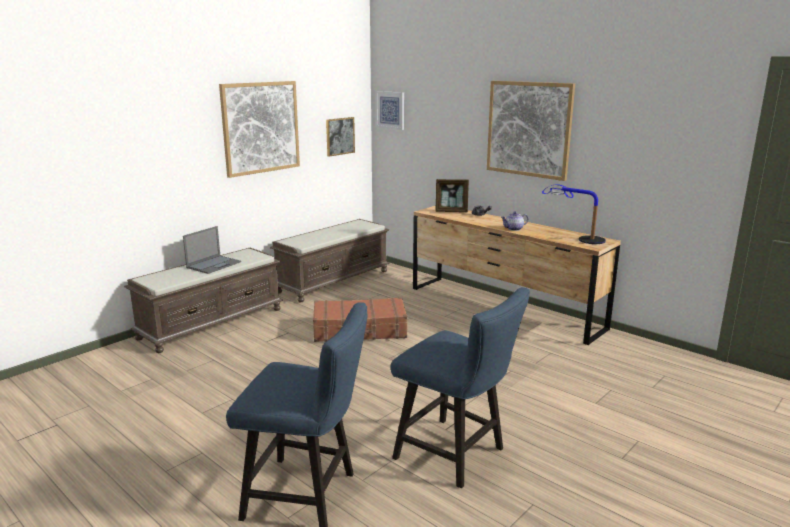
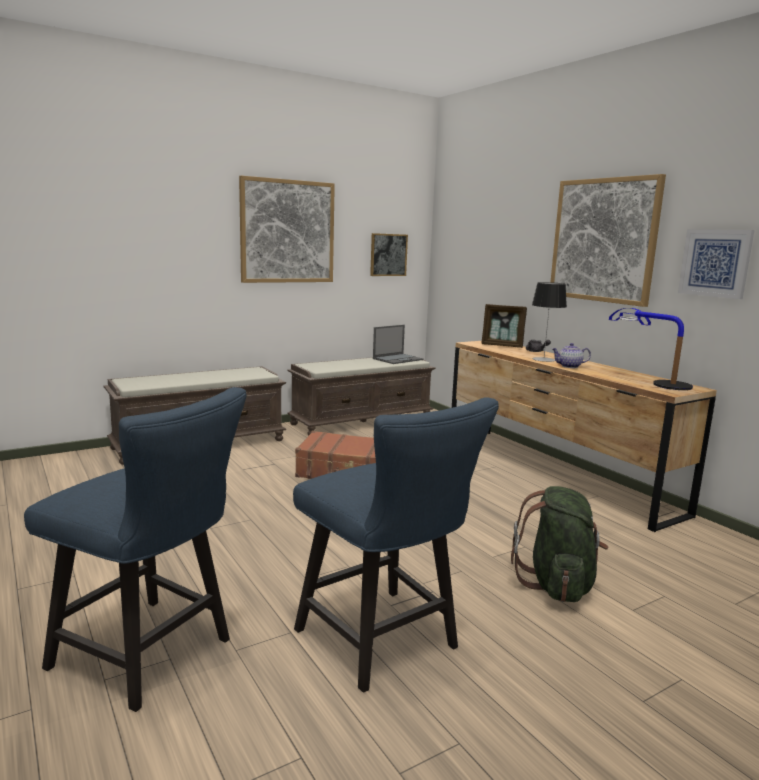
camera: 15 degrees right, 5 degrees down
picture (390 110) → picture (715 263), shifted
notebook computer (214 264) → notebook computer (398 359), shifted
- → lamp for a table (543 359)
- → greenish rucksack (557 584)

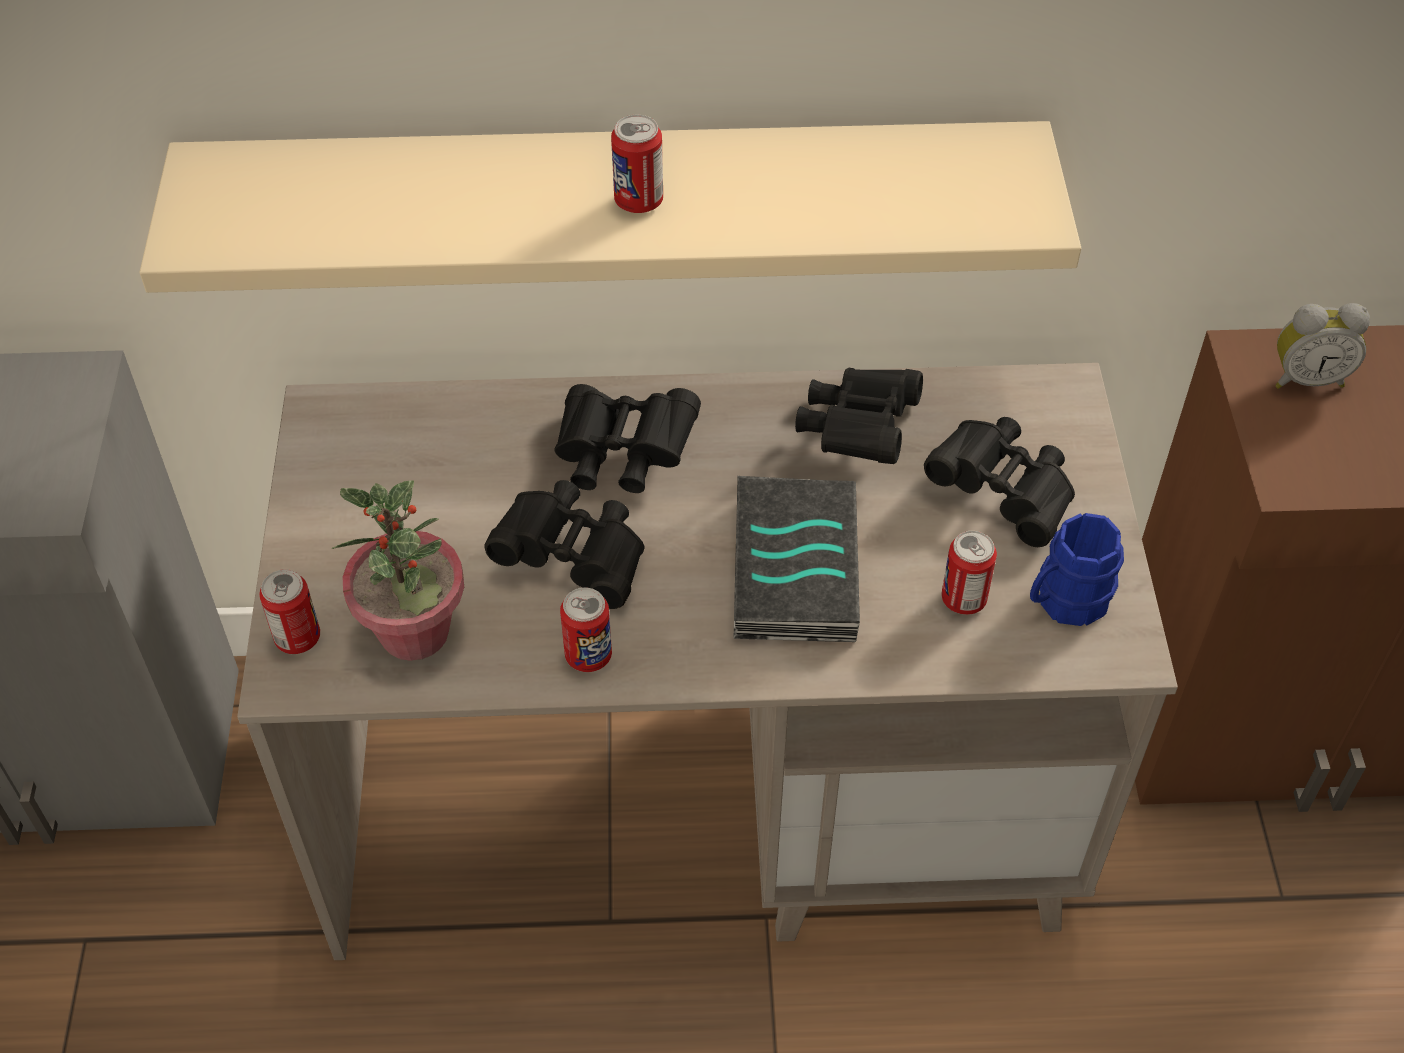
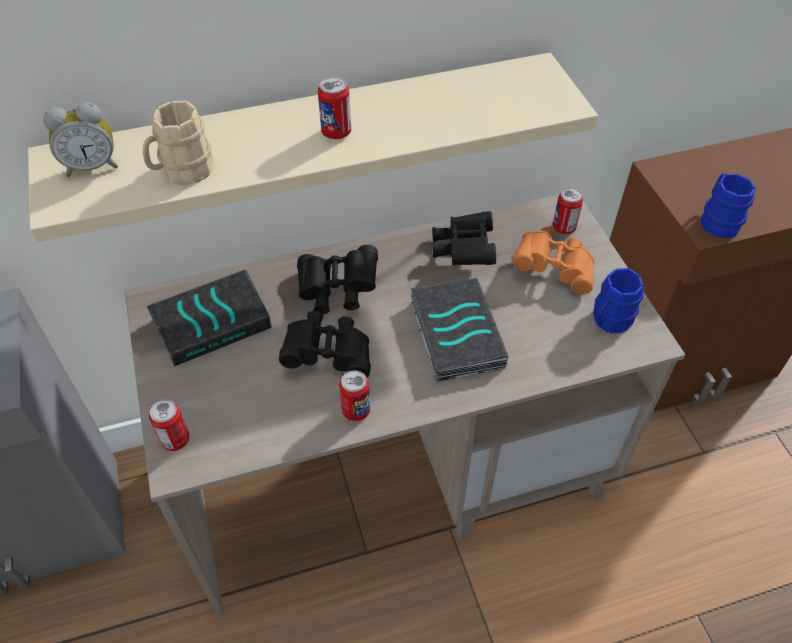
camera: 15 degrees left, 0 degrees up
bedside clock (1306 378) → bedside clock (92 166), shifted
blackish pair of binoculars (1003 493) → orange-coloured pair of binoculars (554 269)
houseplant (415 633) → -
metal can (963 599) → metal can (563 228), shifted
- → beige mug (182 172)
- → blue mug (718 220)
- → book (212 321)

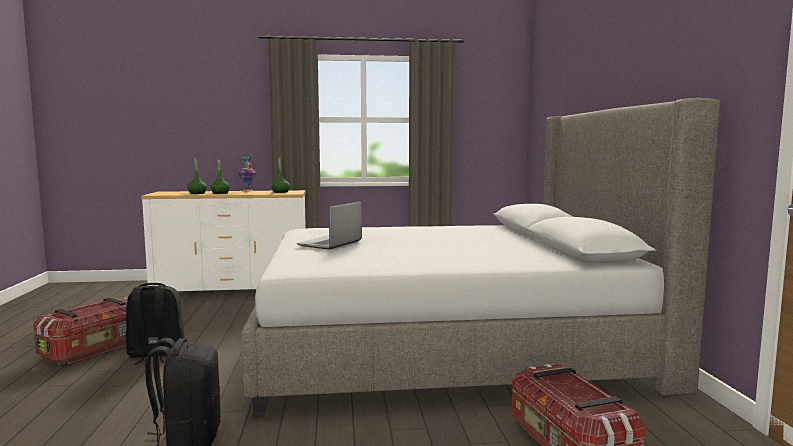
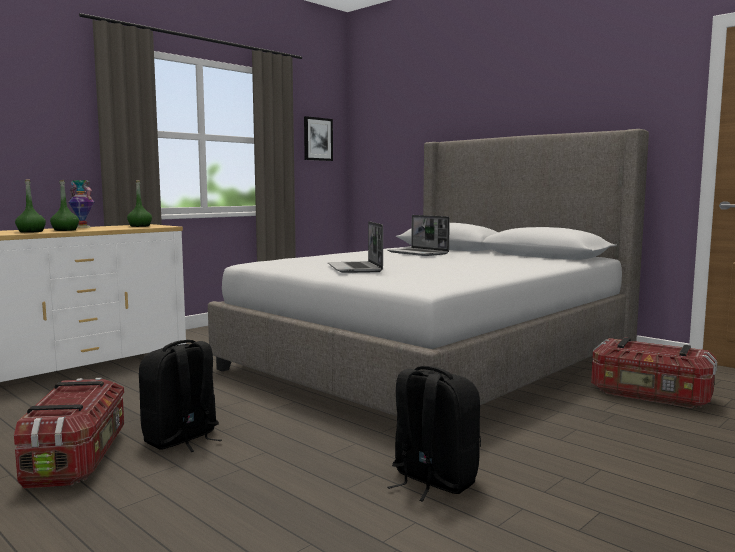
camera: 40 degrees left, 0 degrees up
- → picture (317 139)
- → notebook computer (418 253)

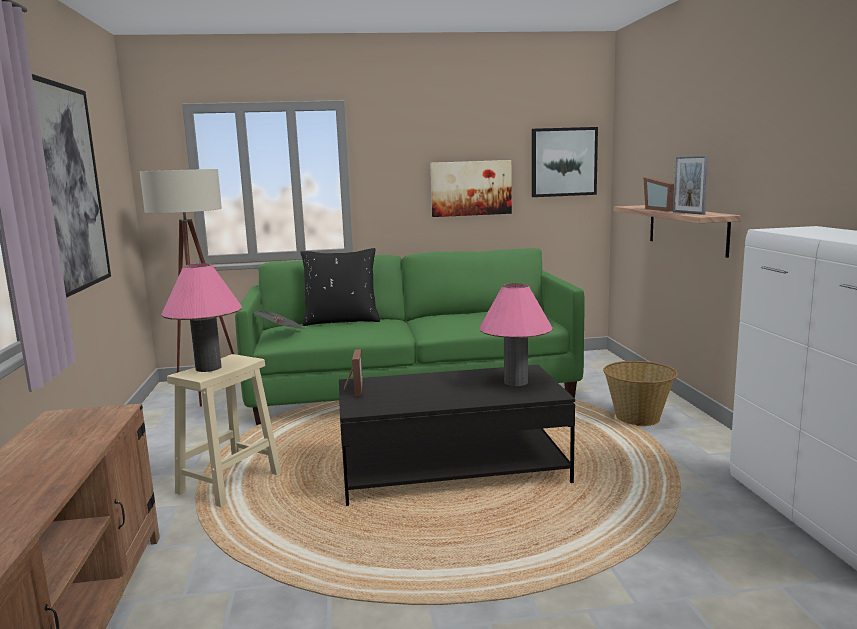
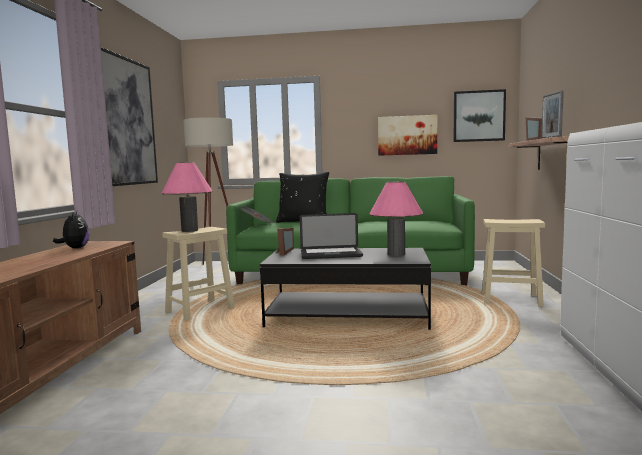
camera: 15 degrees right, 5 degrees down
storage basket (638 418) → beige sitting stool (509 299)
- → cuddly toy (75 248)
- → notebook computer (331 254)

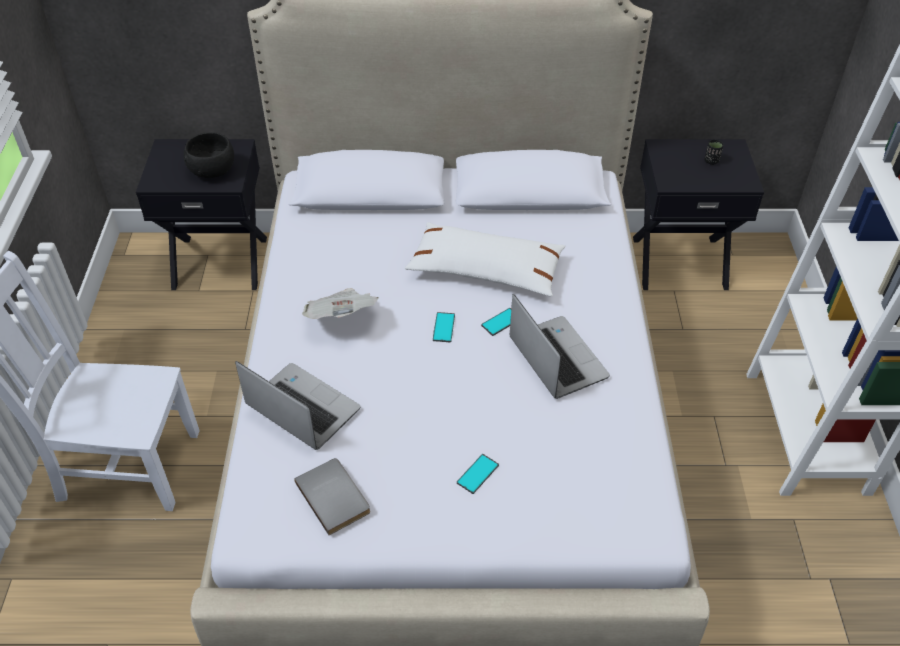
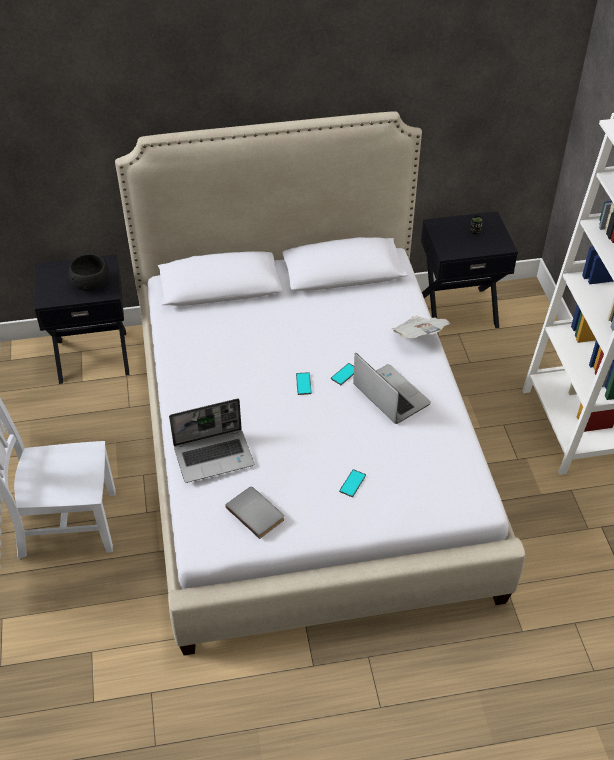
camera: 10 degrees left, 0 degrees up
white cushion (485 270) → -
daily paper (342 318) → daily paper (419 337), shifted
notebook computer (301 408) → notebook computer (214 456), 135 degrees clockwise

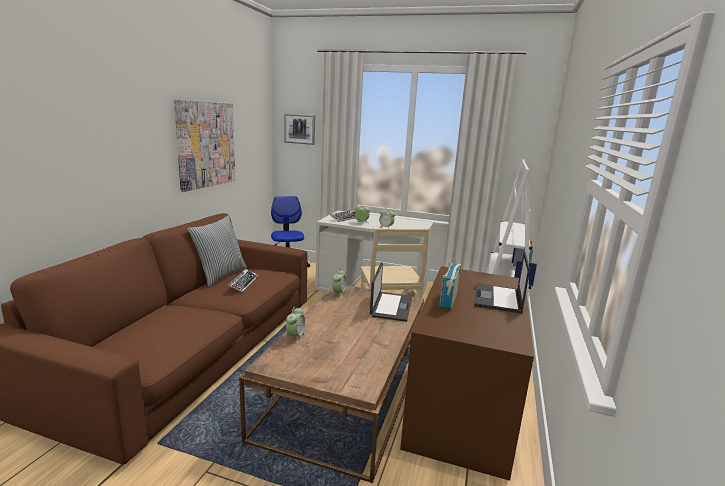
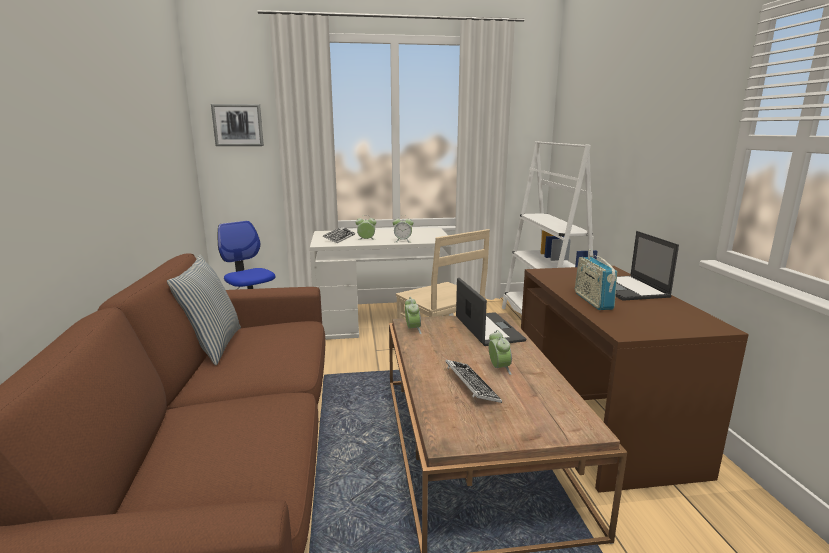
camera: 25 degrees left, 0 degrees up
picture (206 144) → -
computer keyboard (243 283) → computer keyboard (471 385), shifted
bedside clock (295 337) → bedside clock (499 368), shifted

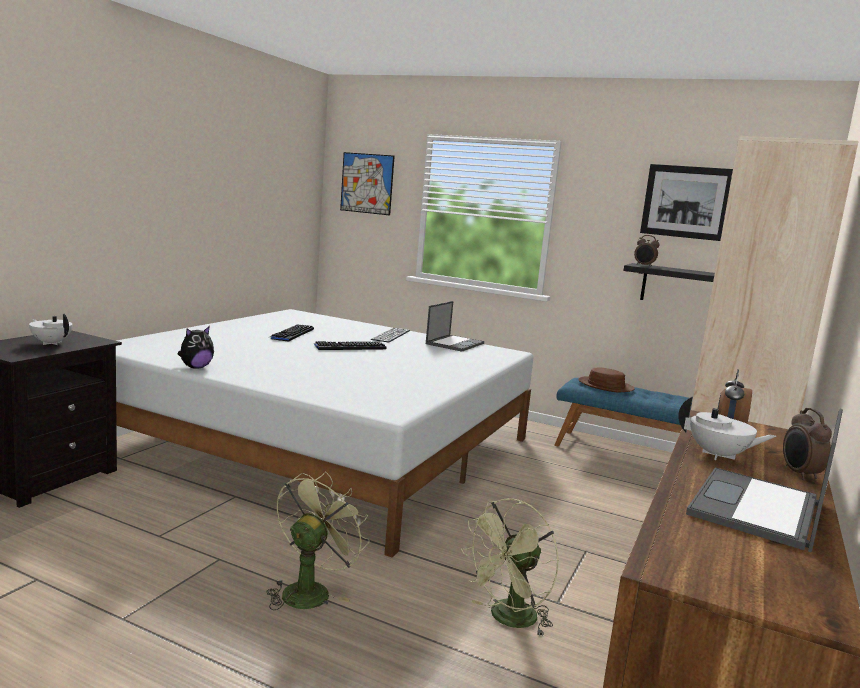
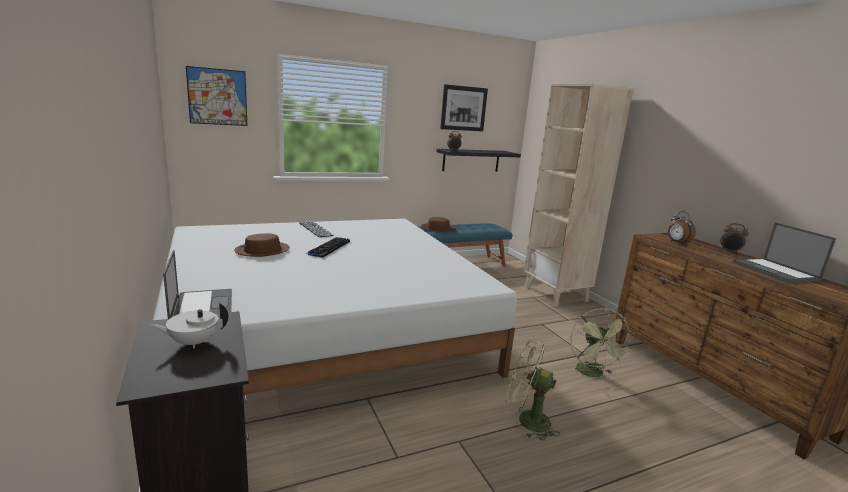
camera: 50 degrees left, 5 degrees up
notebook computer (455 343) → notebook computer (202 306), shifted
computer keyboard (291 334) → brownish clothing hat (262 250)
cuddly toy (195 367) → -
white pot for tea (718 455) → -
greenish fan (310 590) → greenish fan (526 420), 45 degrees counterclockwise

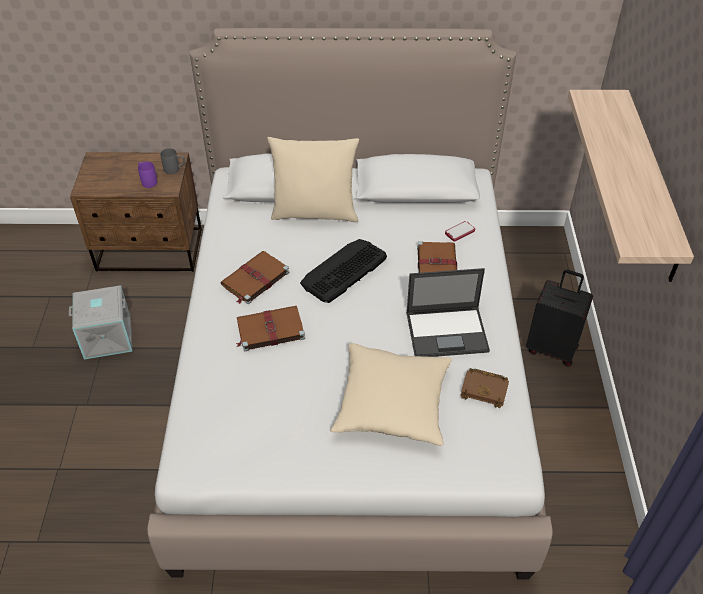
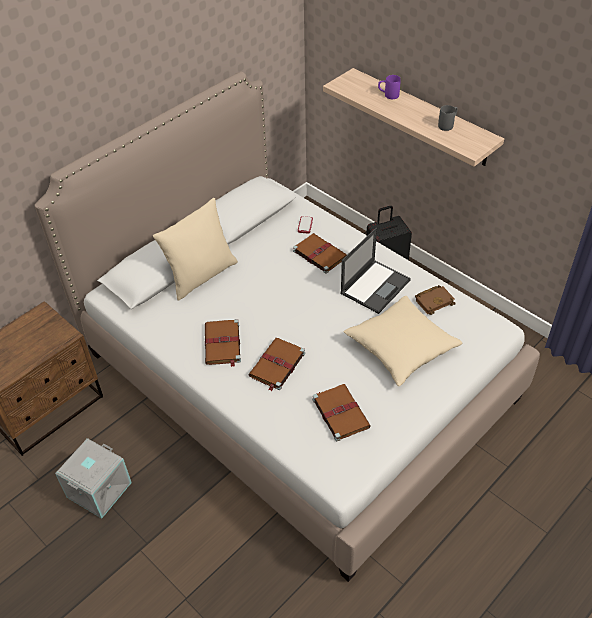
camera: 45 degrees left, 0 degrees up
gray mug (175 169) → gray mug (448 125), shifted
purplish mug (147 181) → purplish mug (388 95), shifted
computer keyboard (343 271) → -
- → brownish book (340 412)

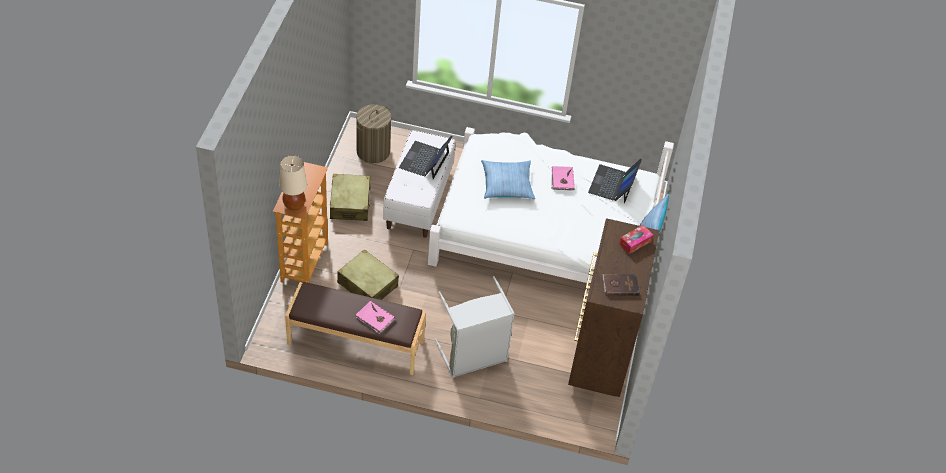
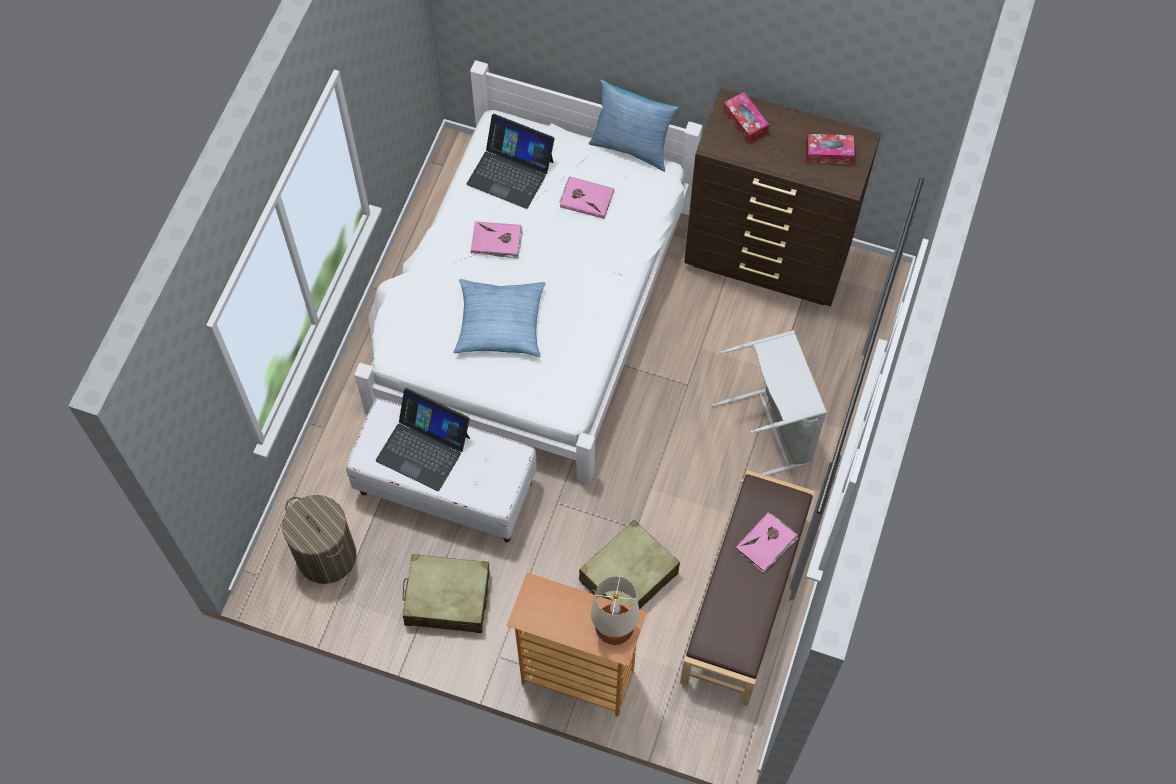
camera: 80 degrees left, 15 degrees up
brownish book (620 285) → tissue holder (829 153)
- → pink book (586 198)

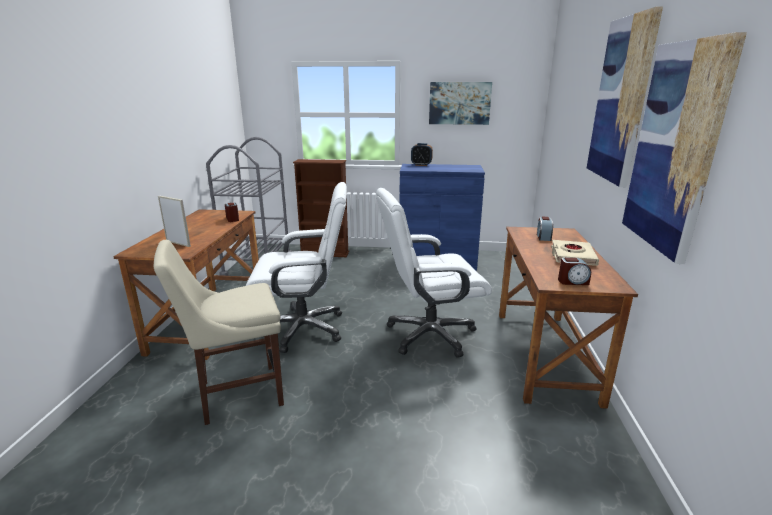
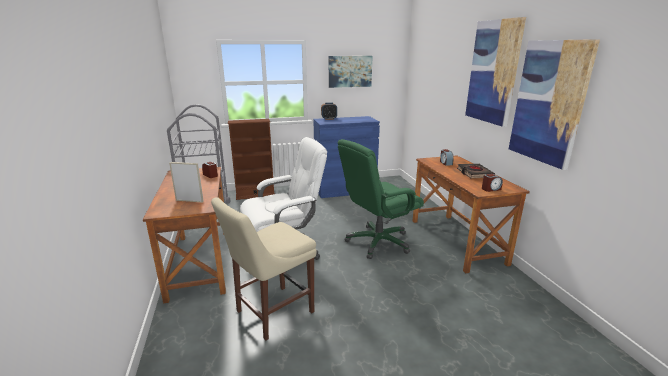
camera: 20 degrees left, 0 degrees up
white desk chair (429 335) → greenish desk chair (378 242)
beige book (572 256) → blackish book (474 173)

